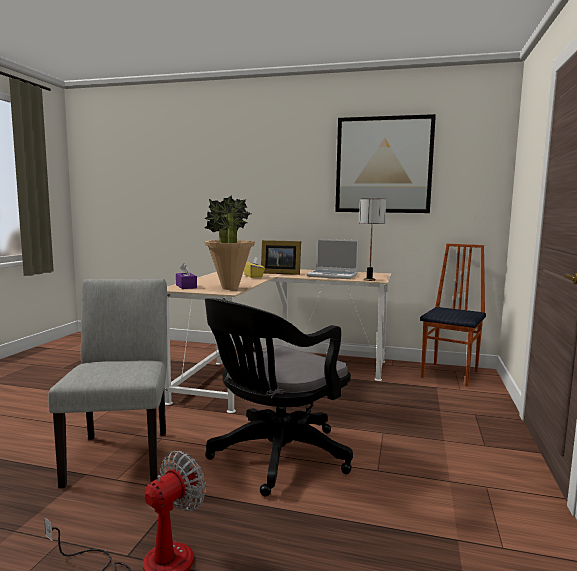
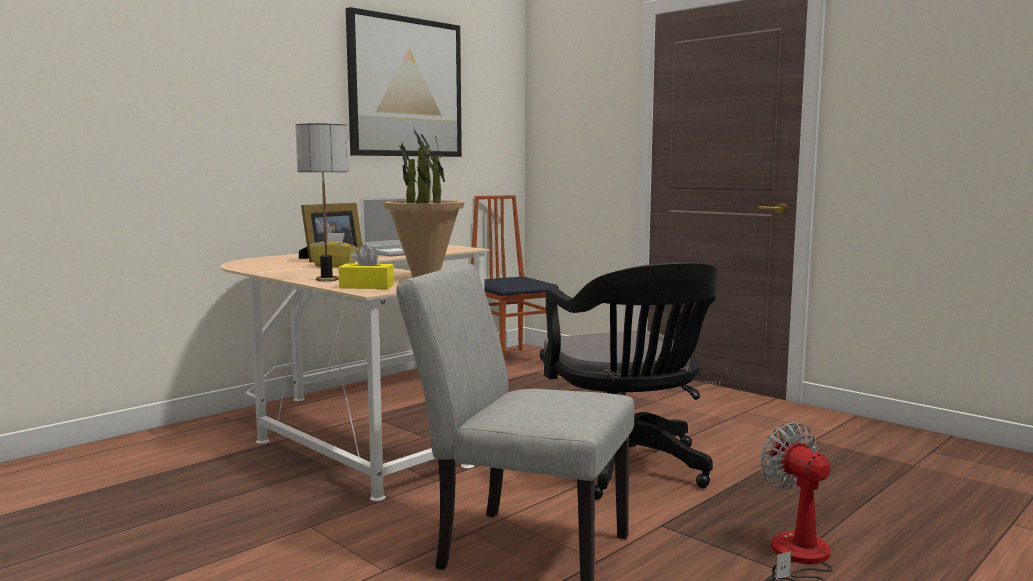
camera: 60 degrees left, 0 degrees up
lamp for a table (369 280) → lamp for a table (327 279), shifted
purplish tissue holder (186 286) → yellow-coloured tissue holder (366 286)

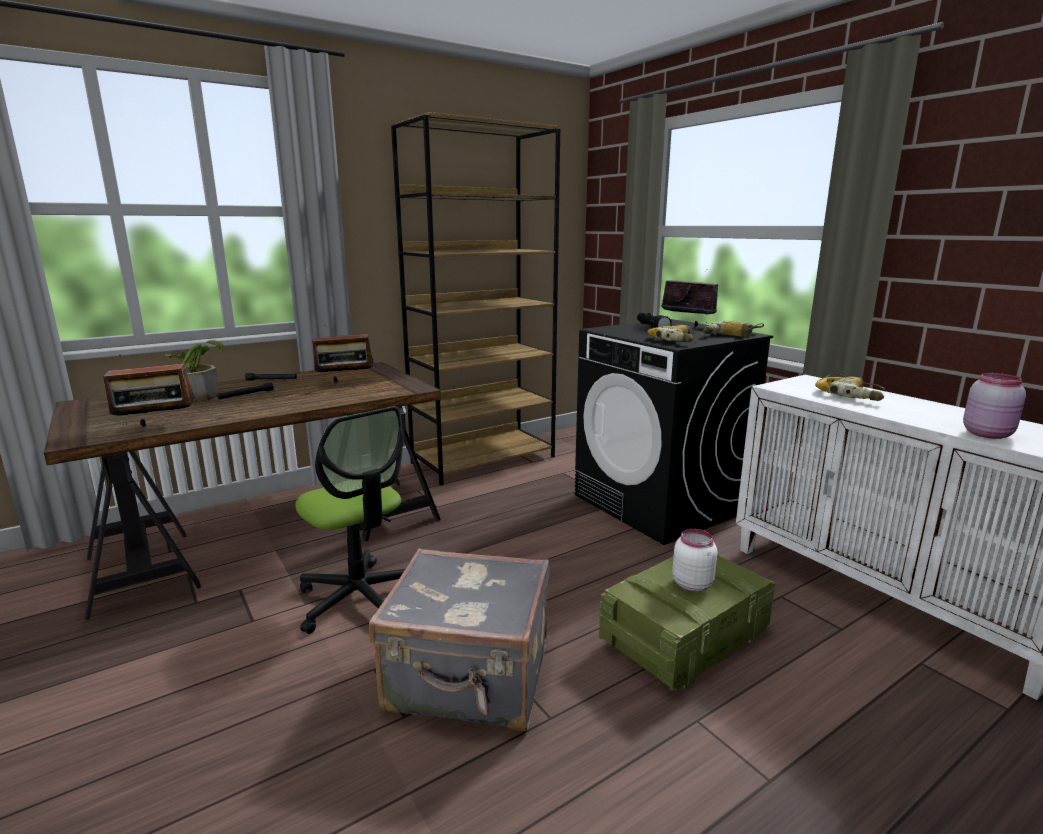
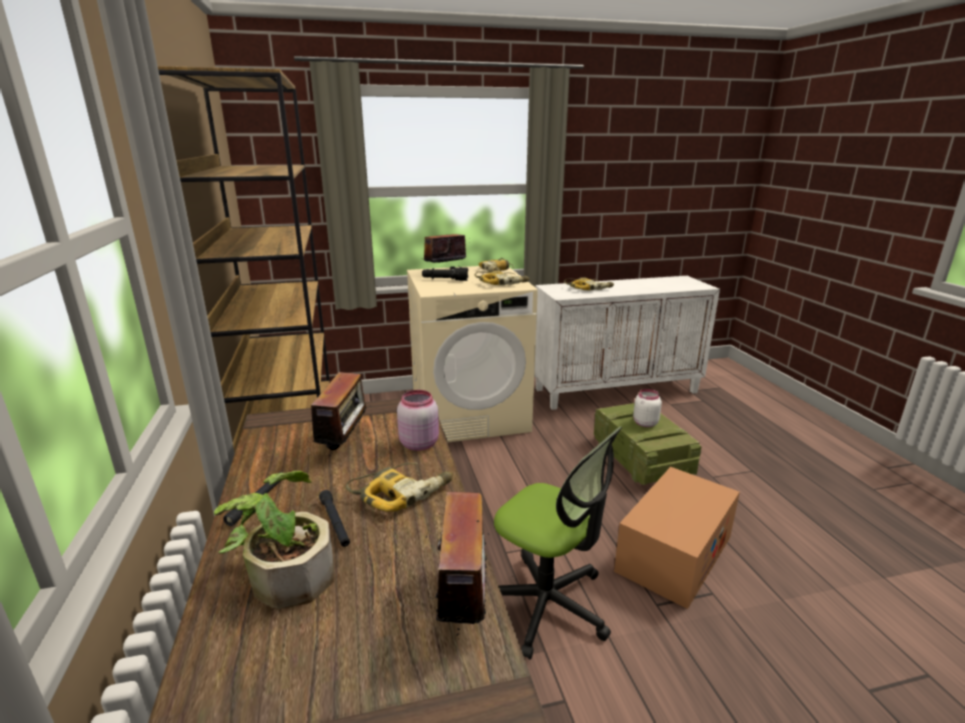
camera: 70 degrees left, 5 degrees up
blackish laundry appliance (660 503) → beige laundry appliance (470 415)
pink preserve jar (988 434) → pink preserve jar (419 443), shifted
desk chair (361 598) → desk chair (547 604), 60 degrees clockwise
gray piece of luggage (470 679) → cardboard box (674 554)
- → power drill (402 492)

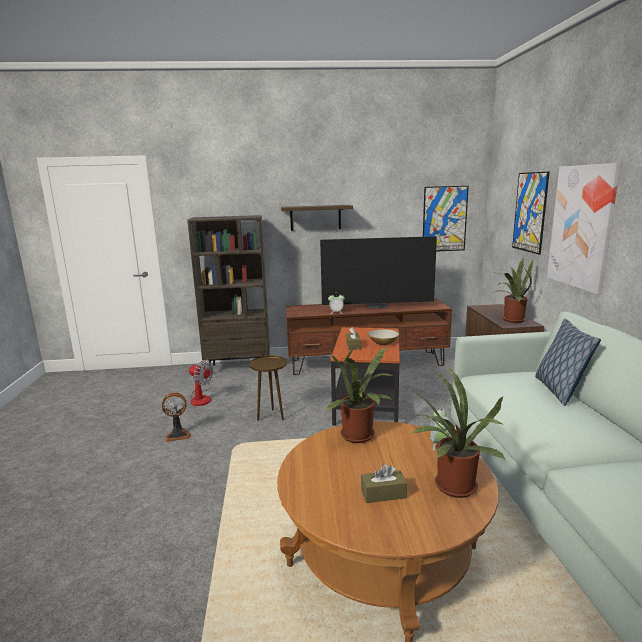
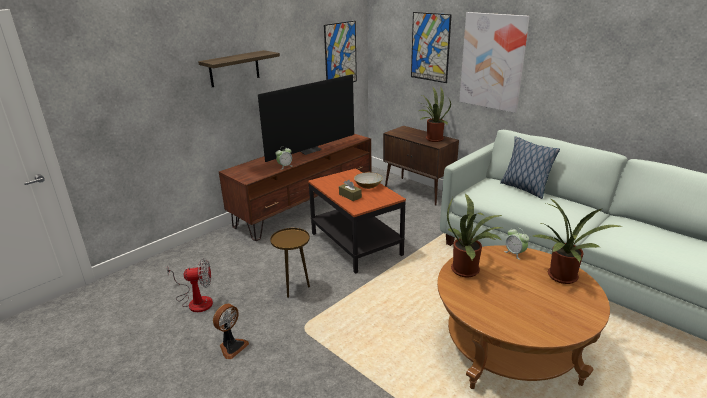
camera: 40 degrees left, 10 degrees up
brownish bookshelf (239 367) → -
brownish tissue holder (383 493) → -

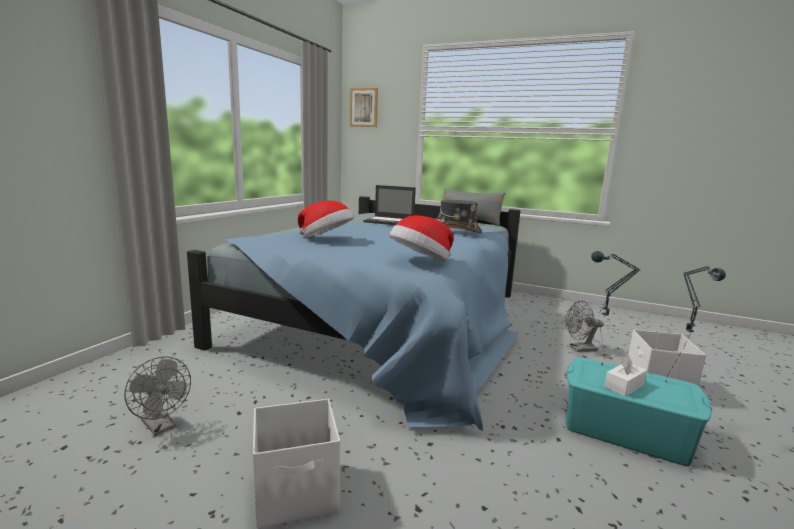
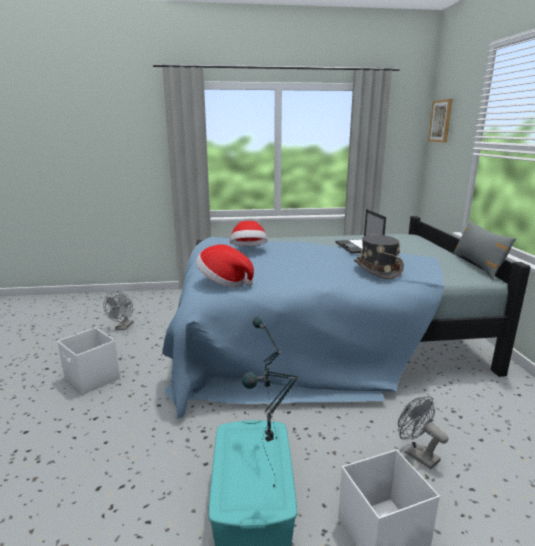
camera: 60 degrees right, 5 degrees up
white tissue holder (624 386) → -

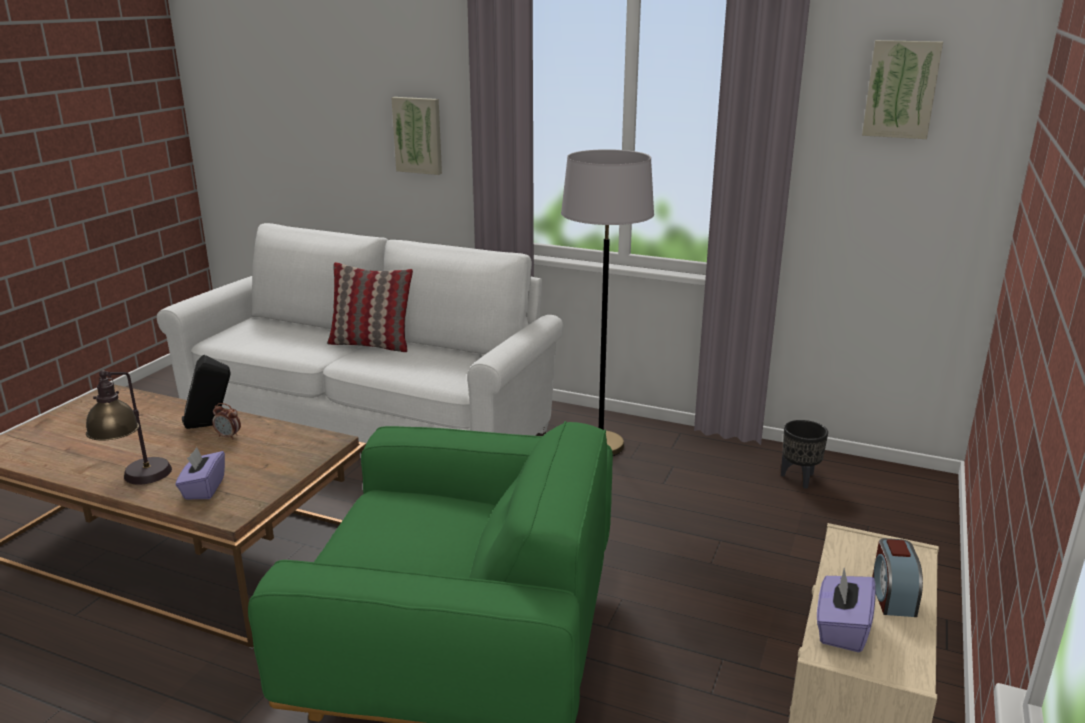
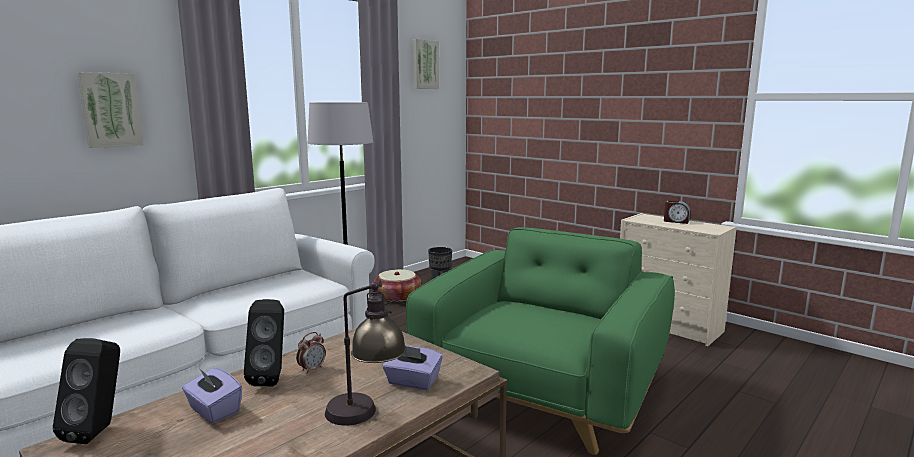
camera: 70 degrees left, 10 degrees down
cushion (371 344) → -
purplish tissue holder (841 629) → purplish tissue holder (213 410), shifted
- → storage basket (397 296)
- → blackish audio speaker (99 430)

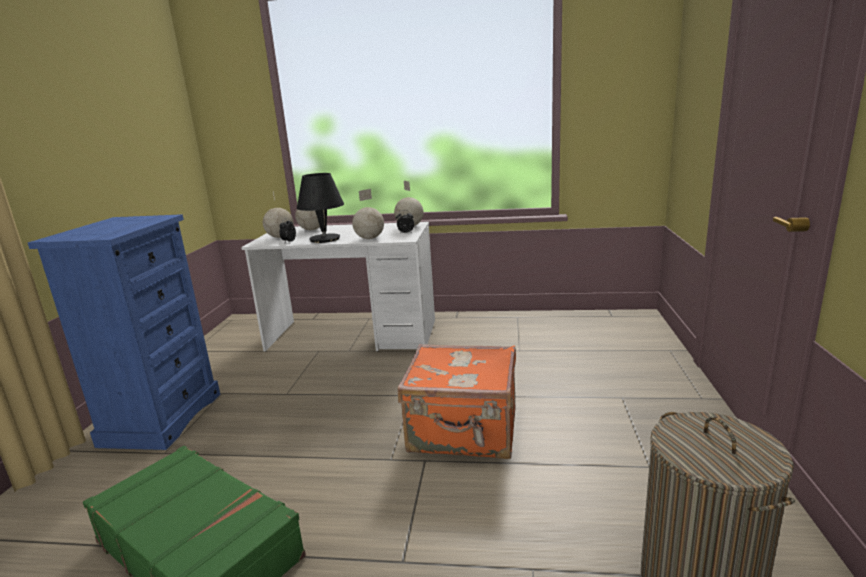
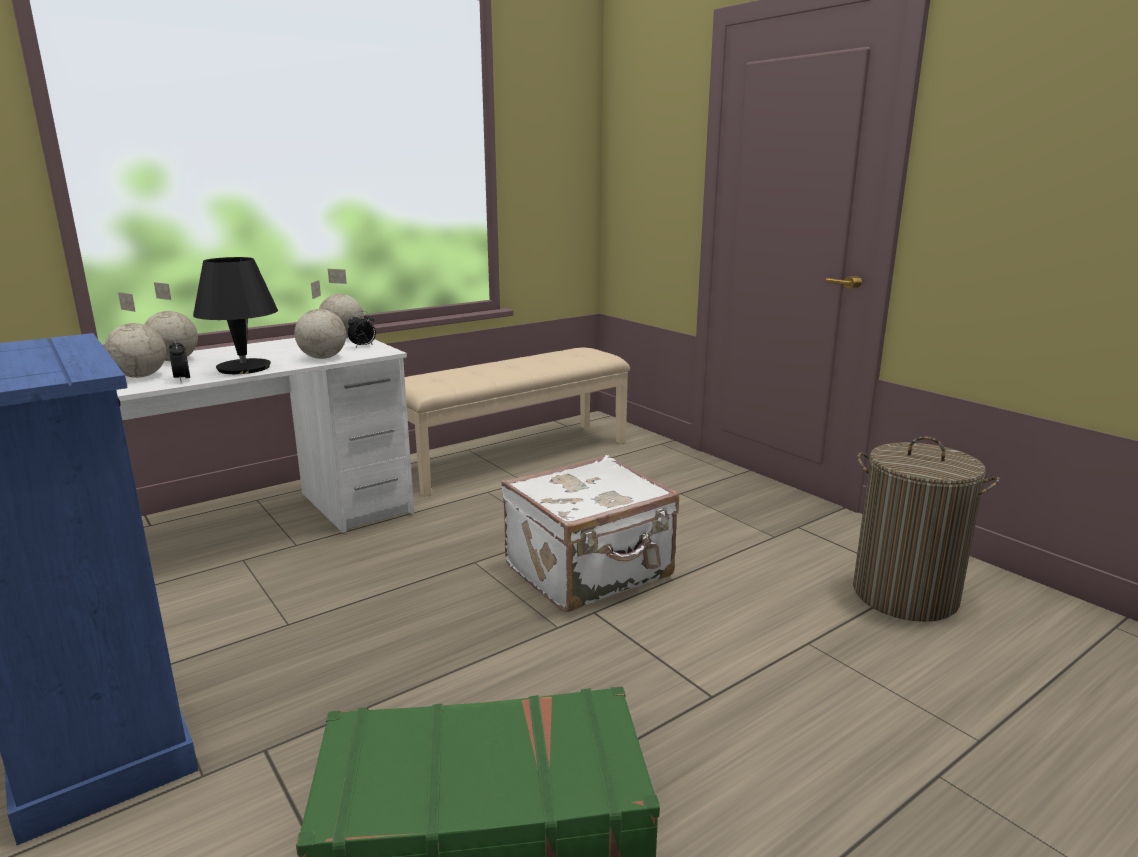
camera: 45 degrees left, 0 degrees up
orange-coloured piece of luggage (464 432) → white piece of luggage (590 572)
- → beige long seat (514 456)

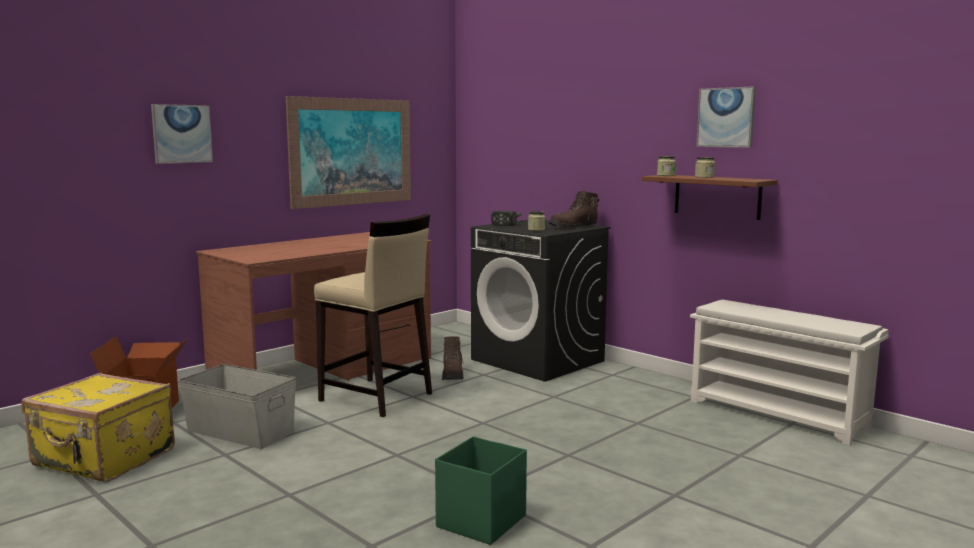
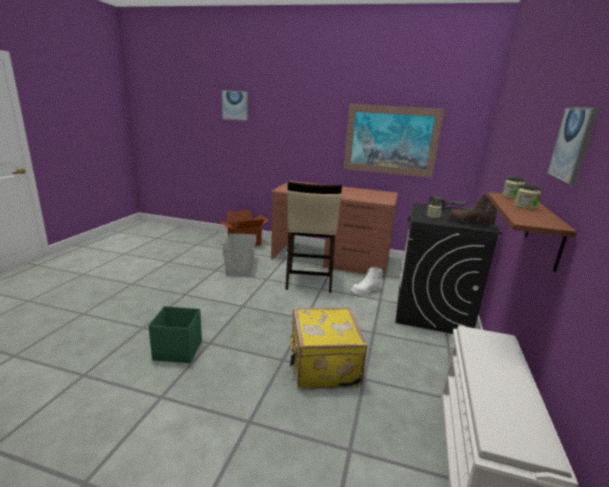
camera: 60 degrees right, 10 degrees up
picture (182 134) → picture (235 105), shifted
brownish boot (452 375) → white boot (366 291)
yellow-coloured piece of luggage (103 459) → yellow-coloured piece of luggage (322 366), shifted

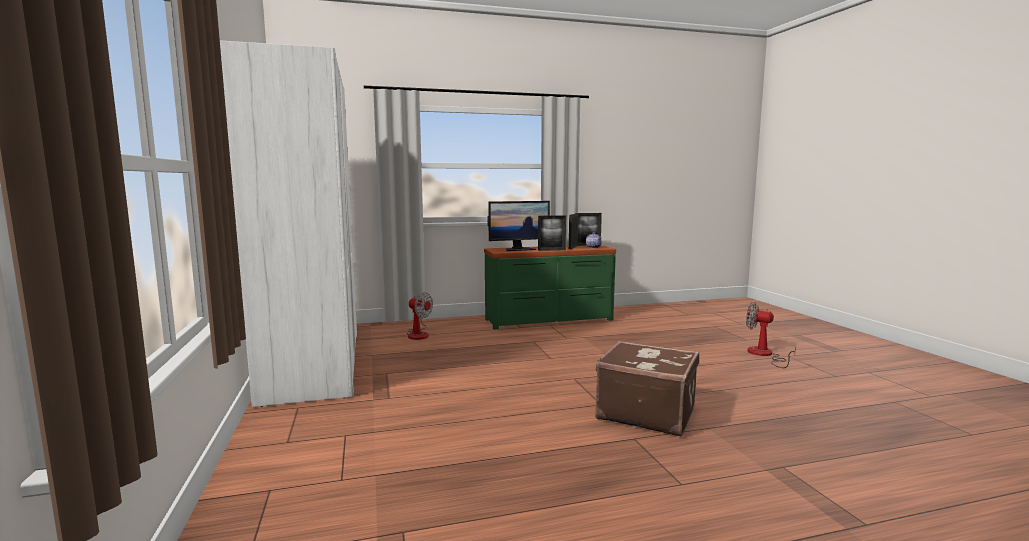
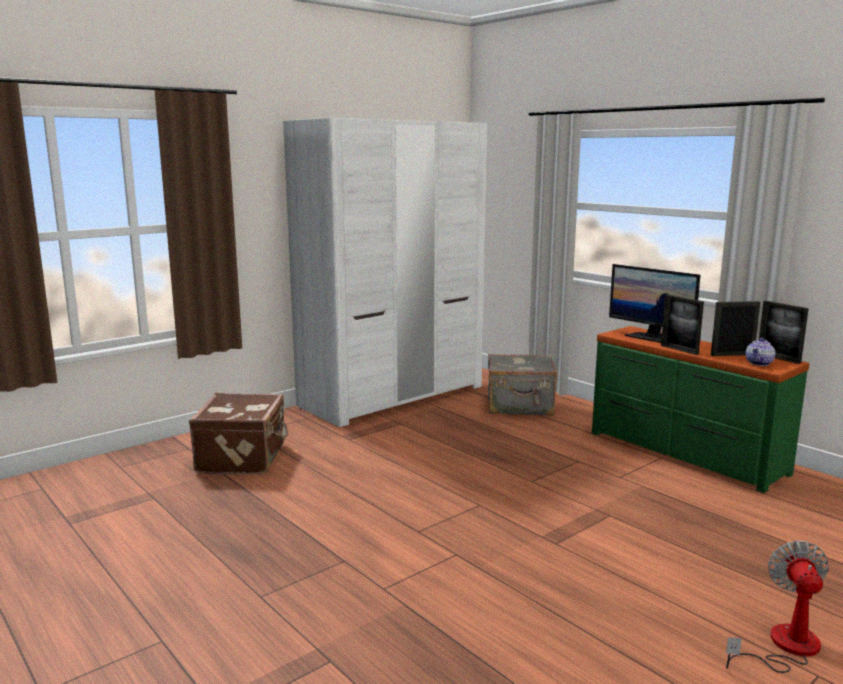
camera: 65 degrees right, 5 degrees up
fan (418 334) → gray piece of luggage (520 407)
brownish piece of luggage (646 413) → brownish piece of luggage (243 458), shifted

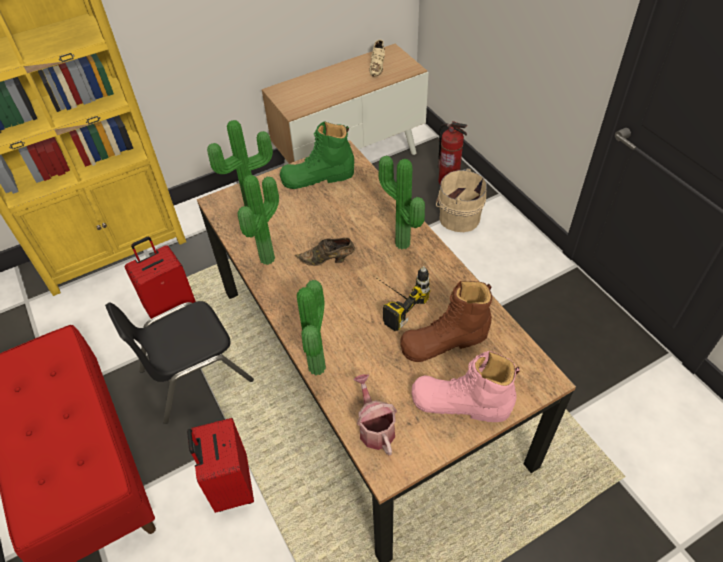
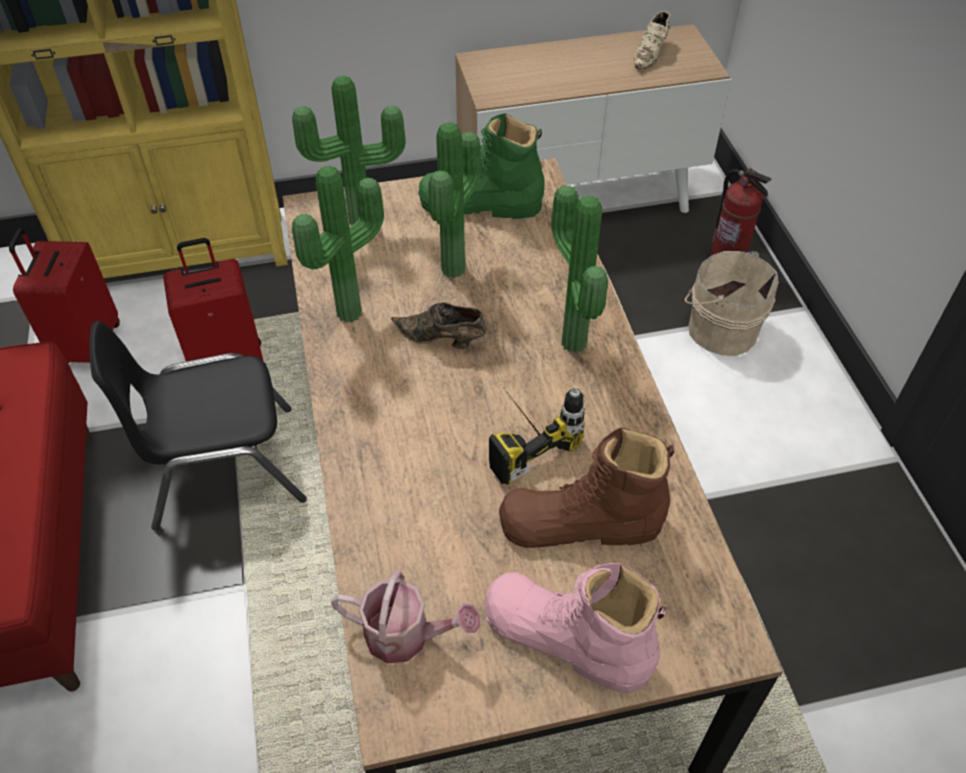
camera: 15 degrees right, 0 degrees up
houseplant (320 367) → houseplant (458 270), shifted
watering can (375 427) → watering can (406 635), 105 degrees clockwise
red-coloured piece of luggage (231 486) → red-coloured piece of luggage (87 345), shifted

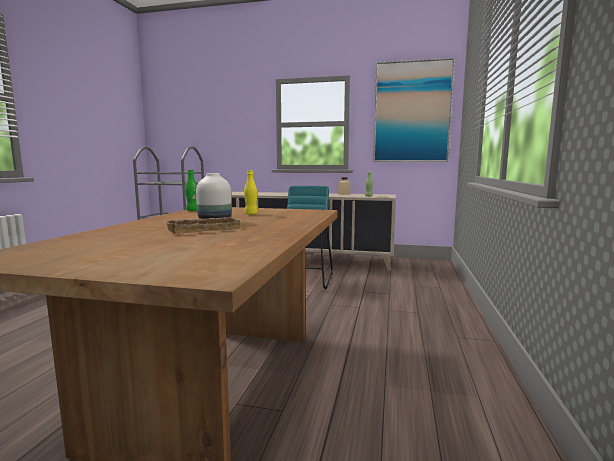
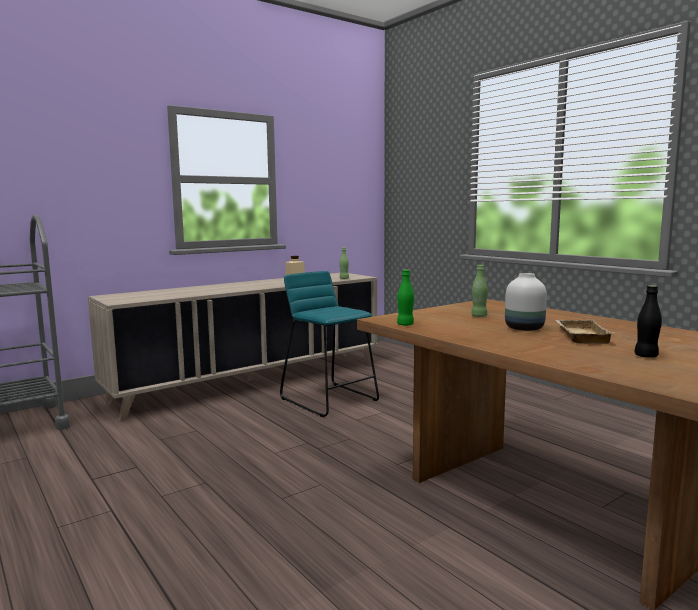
camera: 50 degrees left, 0 degrees up
picture (412 112) → -
yellow-coloured drink bottle (251 214) → greenish drink bottle (479 316)
- → blackish drink bottle (646 356)

